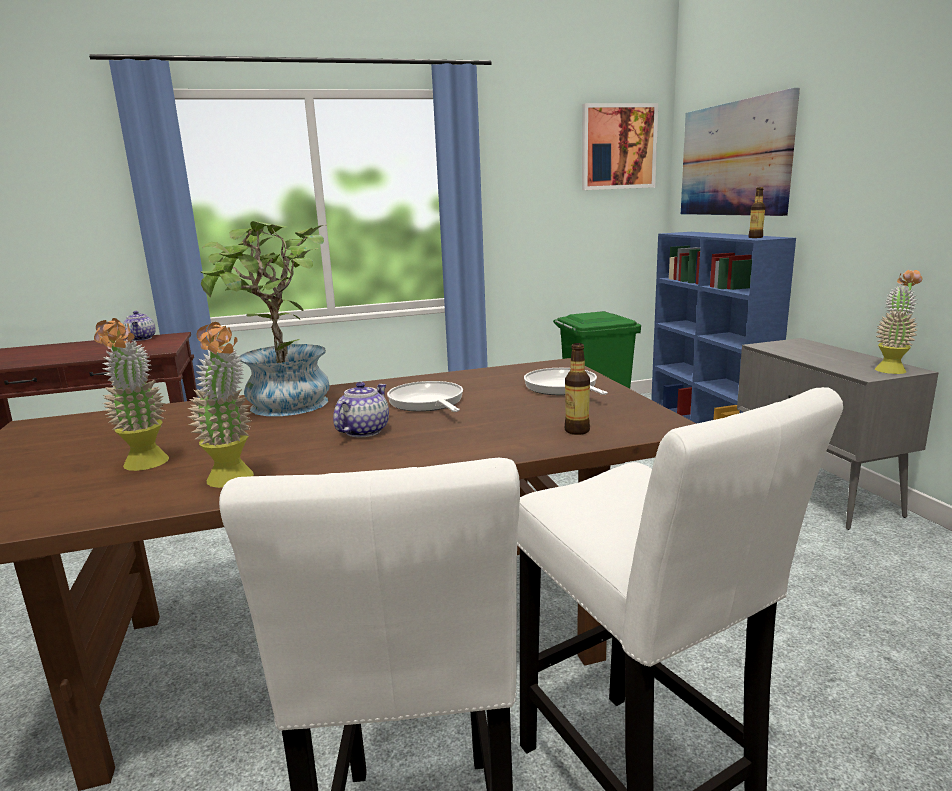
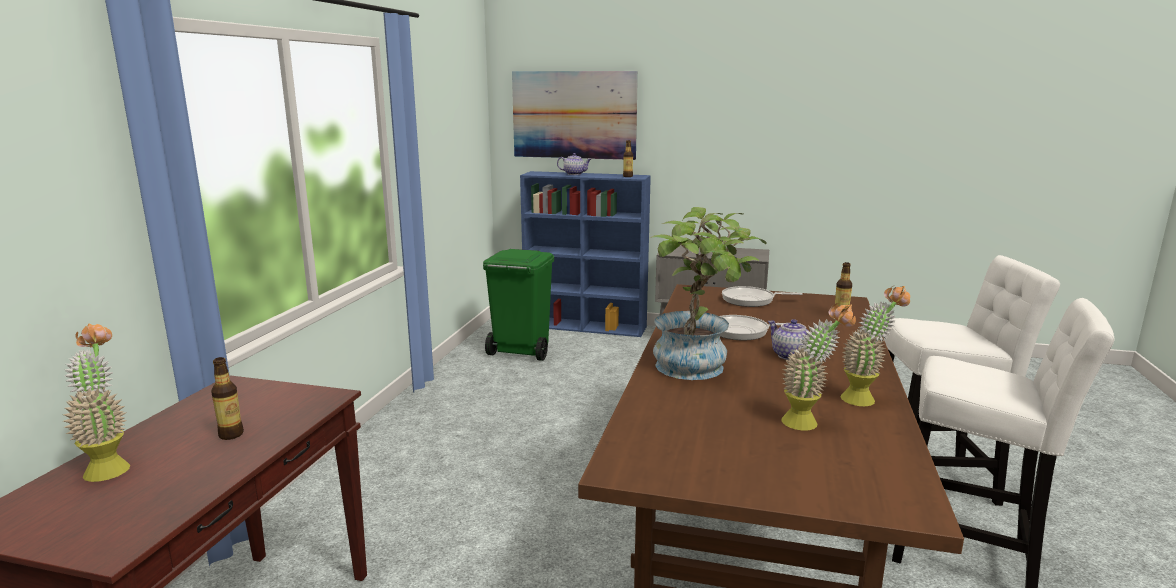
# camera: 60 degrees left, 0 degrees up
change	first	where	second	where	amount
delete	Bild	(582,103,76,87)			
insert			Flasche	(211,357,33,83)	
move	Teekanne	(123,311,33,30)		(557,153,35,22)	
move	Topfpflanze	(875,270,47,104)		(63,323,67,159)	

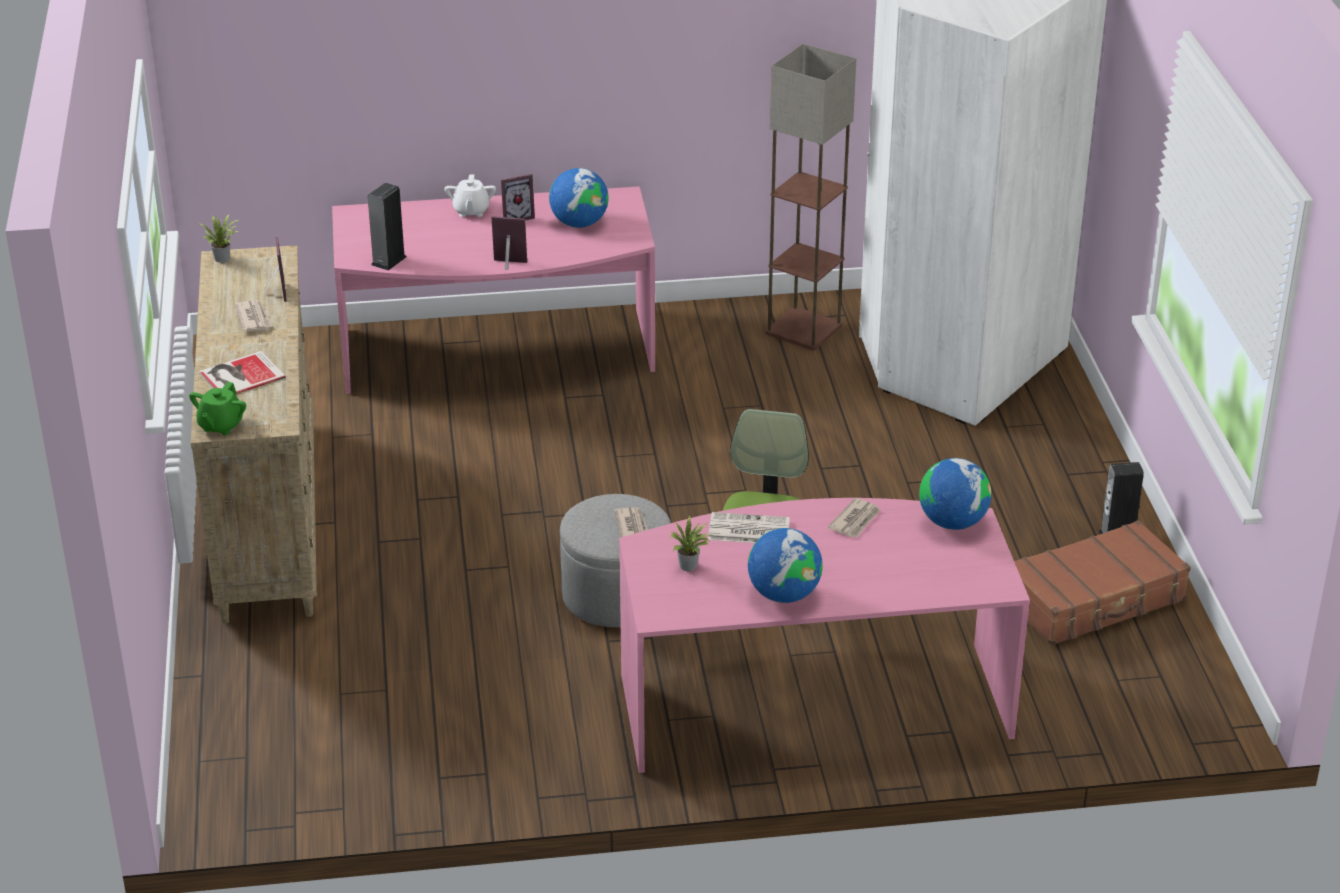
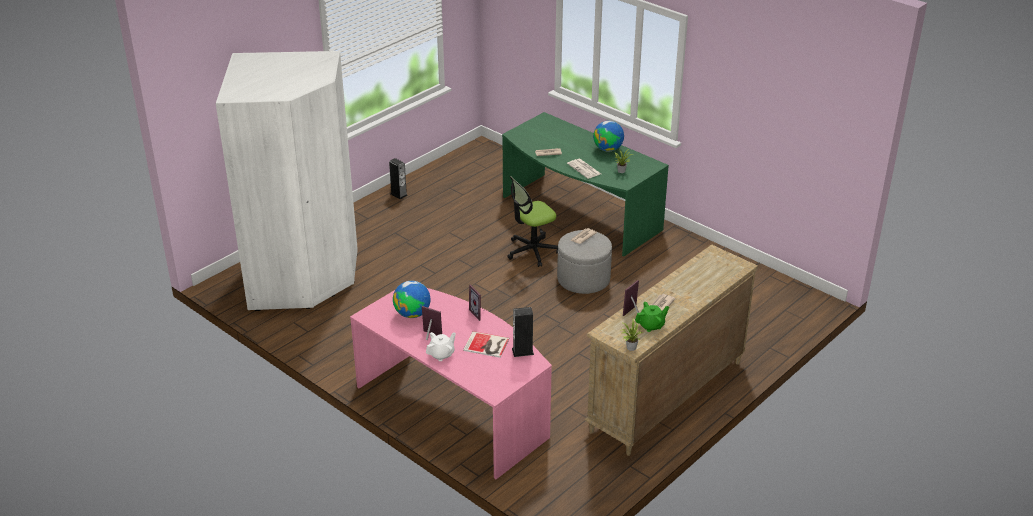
# camera: 130 degrees left, 0 degrees up
change	first	where	second	where	amount
delete	Stehlampe	(766,44,90,307)			
delete	Globus	(919,458,72,72)			
delete	Koffer [braun]	(1014,520,177,125)			
move	Teekanne [grün]	(189,382,57,53)		(635,302,34,30)	
move	Buch	(199,351,87,43)		(463,331,46,27)	
recolor	Schreibtisch [rosa]	(619,498,411,275)	Schreibtisch [grün]	(502,112,167,144)	

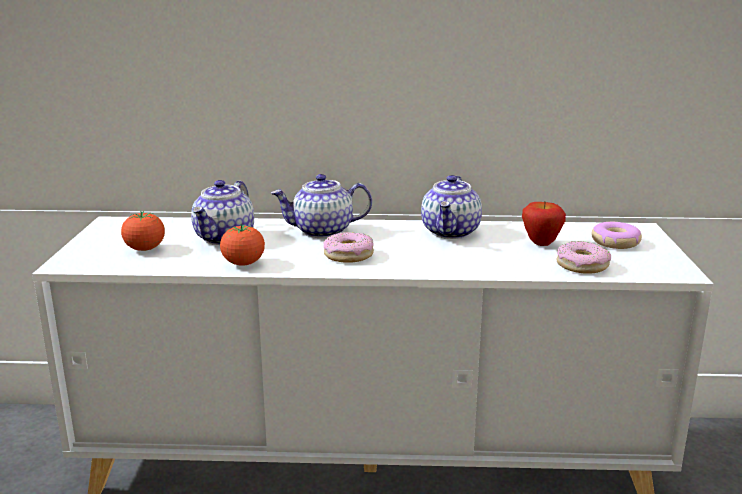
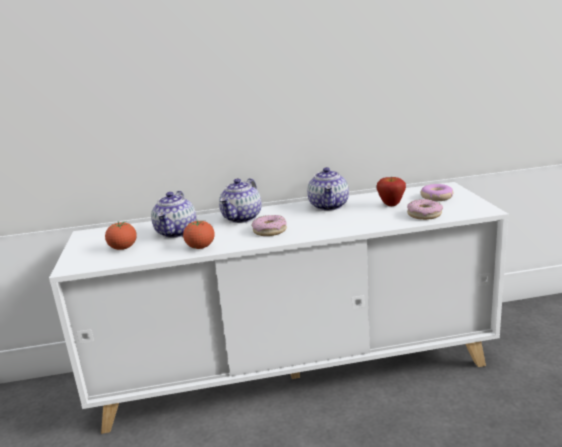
# camera: 10 degrees left, 0 degrees up
change	first	where	second	where	amount
rotate	Teekanne	(271,174,101,64)		(219,178,42,45)	45 degrees counterclockwise

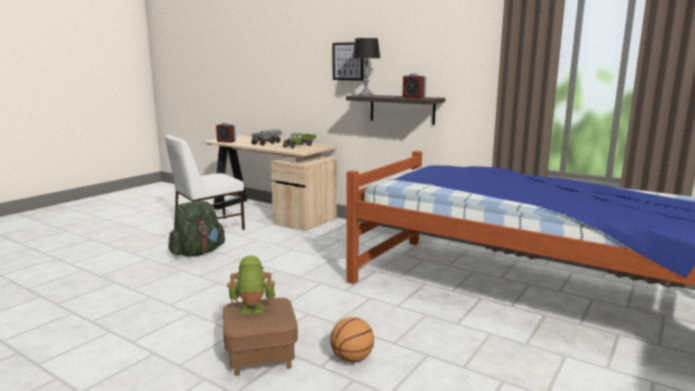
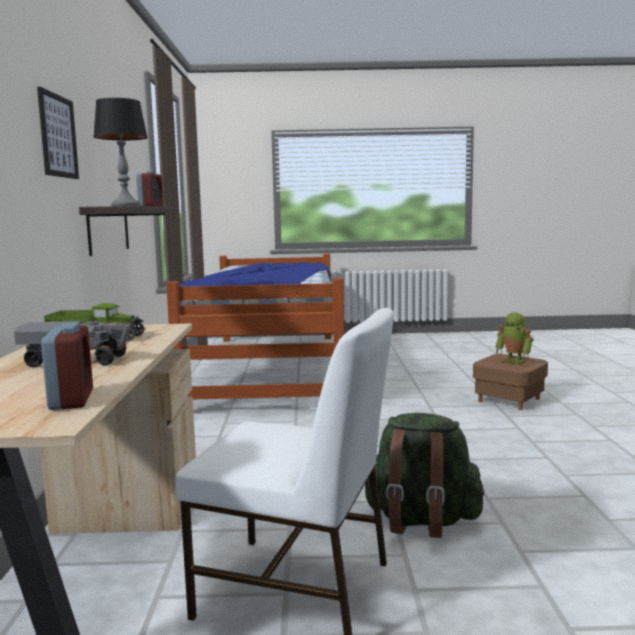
# camera: 125 degrees left, 5 degrees down
change	first	where	second	where	amount
delete	Basketball	(330,317,44,46)			

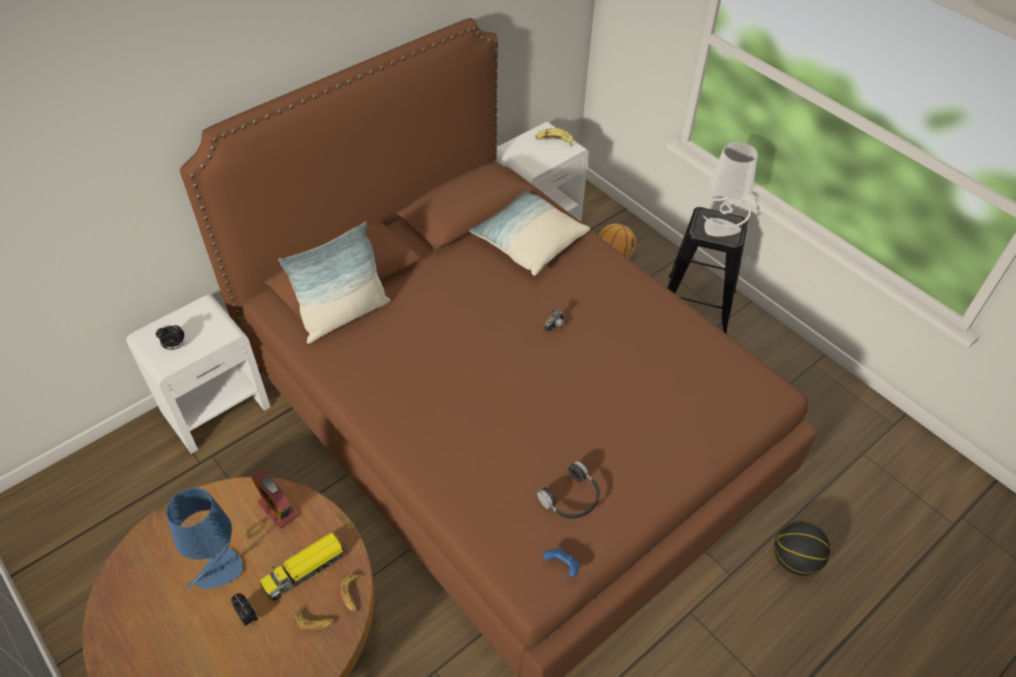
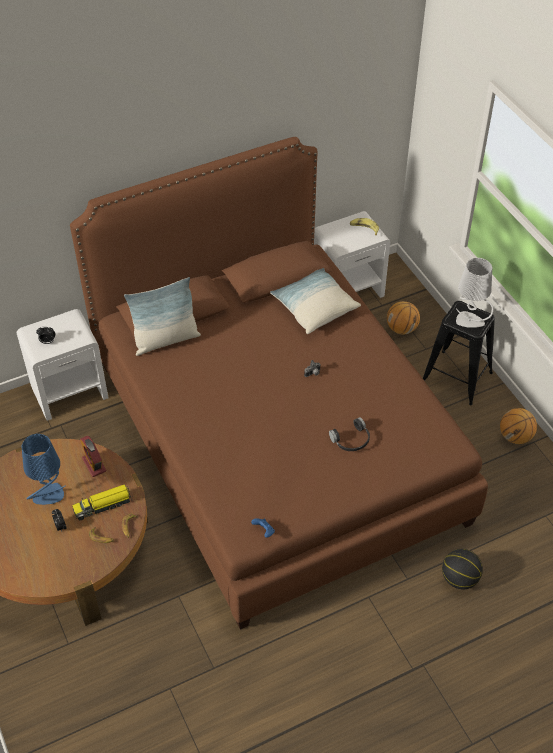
# camera: 15 degrees right, 0 degrees up
change	first	where	second	where	amount
insert			Basketball	(500,408,37,36)	
move	Kopfhörer [schwarz]	(537,461,63,58)		(329,417,41,34)	

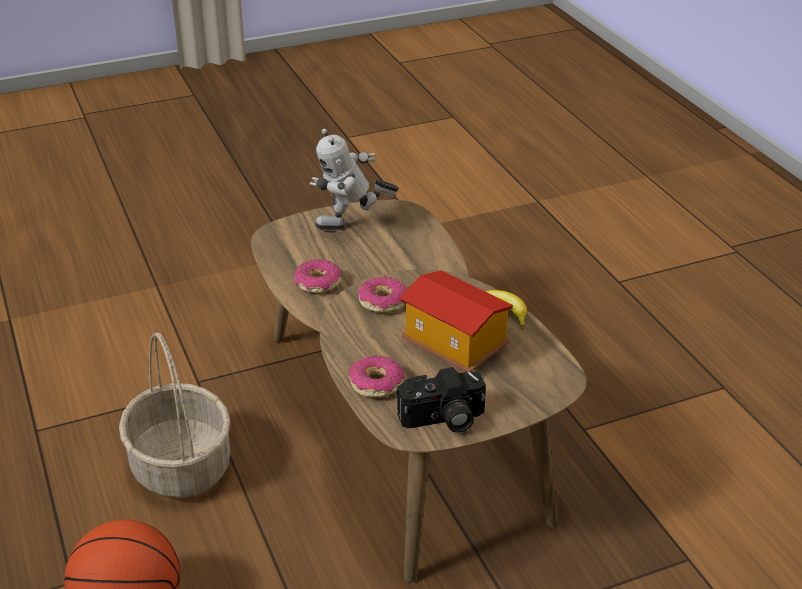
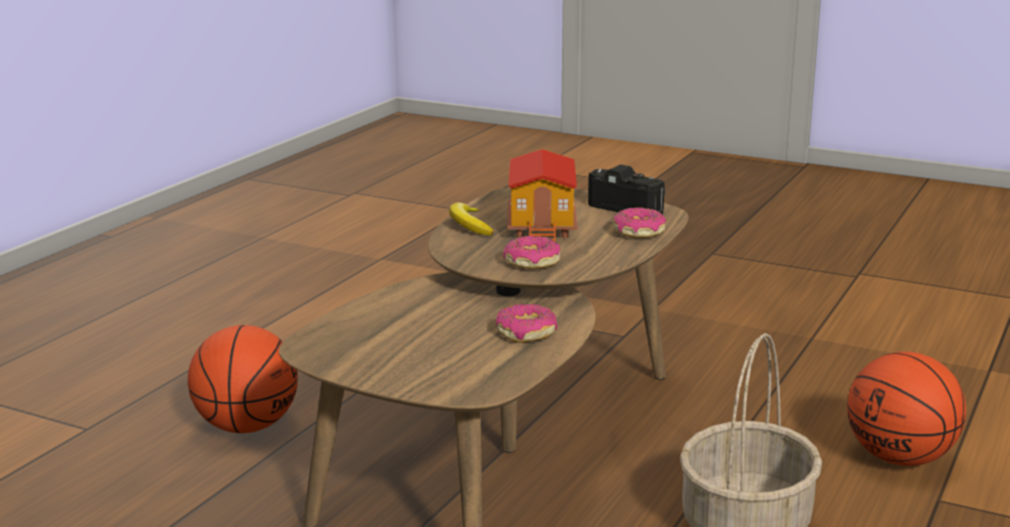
# camera: 130 degrees left, 15 degrees down
change	first	where	second	where	amount
delete	Spielzeugroboter	(310,129,89,101)			
insert			Basketball	(188,325,110,108)	

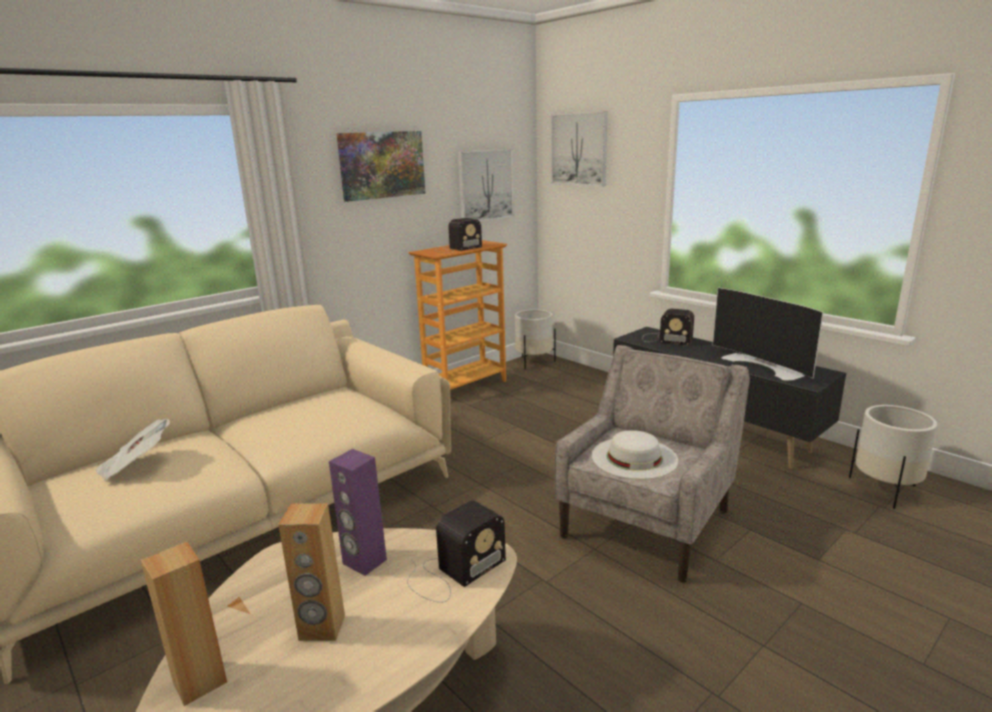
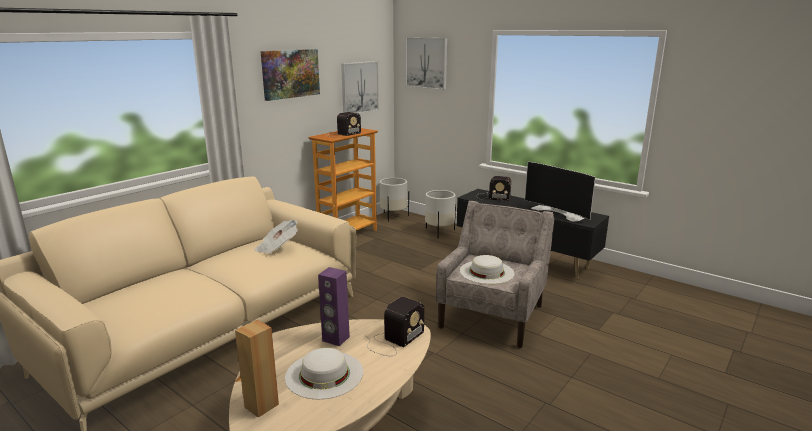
# camera: 10 degrees left, 0 degrees up
change	first	where	second	where	amount
move	Zeitung	(95,419,75,62)		(254,220,44,34)	
move	Pflanzkübel [weiß]	(849,405,88,104)		(425,190,31,47)	
replace	Lautsprecher [braun]	(278,503,67,138)	Hut [weiß]	(285,348,78,51)	

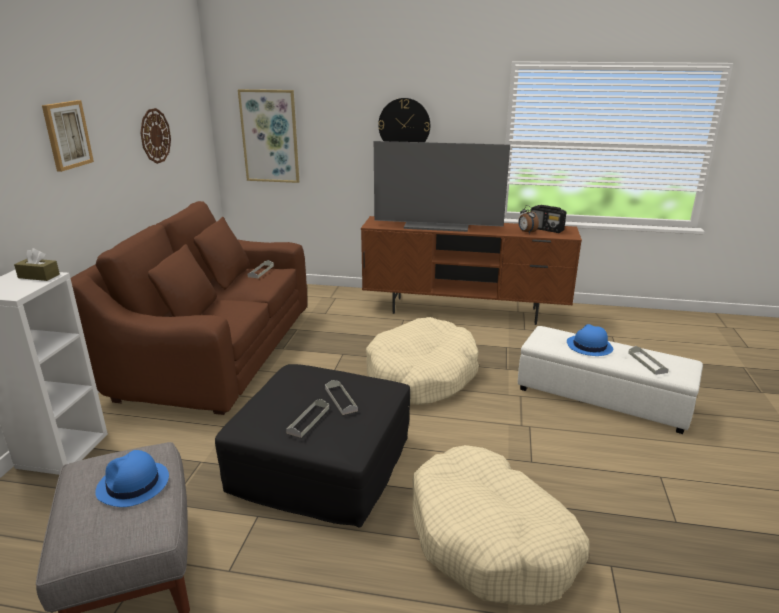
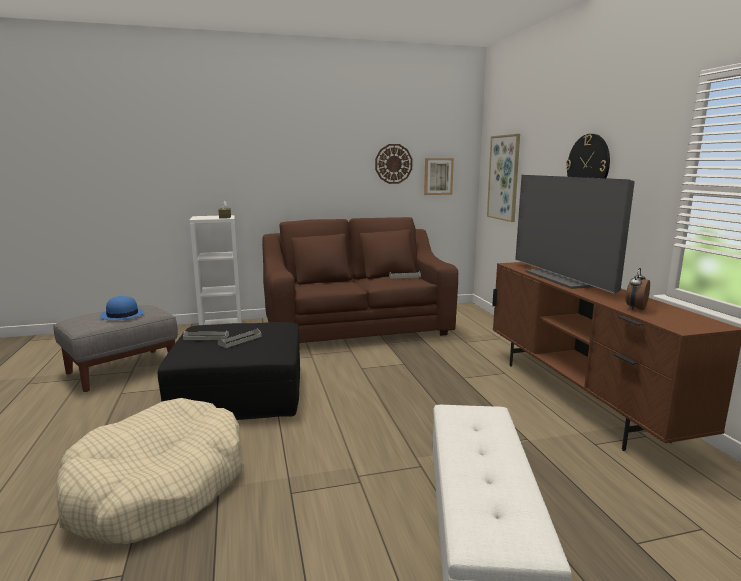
# camera: 65 degrees right, 10 degrees down
change	first	where	second	where	amount
delete	Hundebett [beige]	(366,317,113,88)			
delete	Radio	(532,205,34,28)			
delete	Hut [blau]	(567,324,47,32)			
delete	Tablett [grau]	(628,346,41,29)			
move	Bild	(42,100,52,72)		(424,158,30,37)	

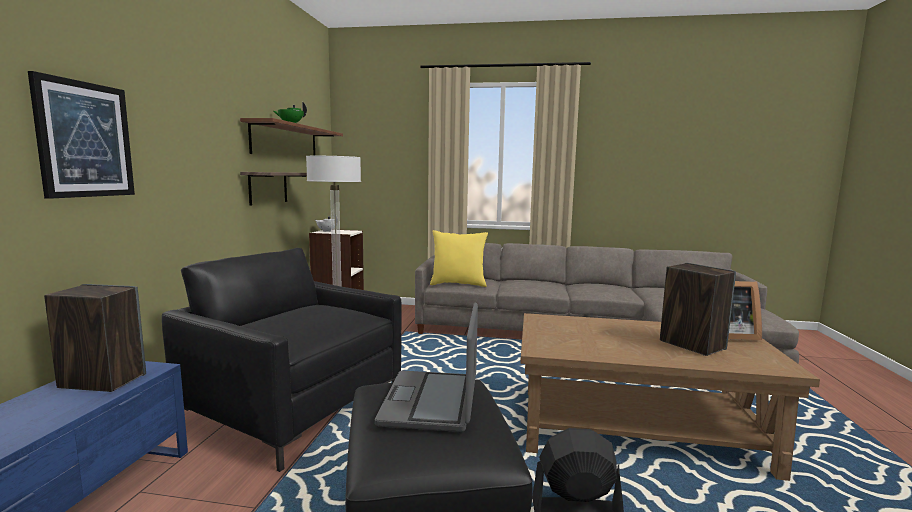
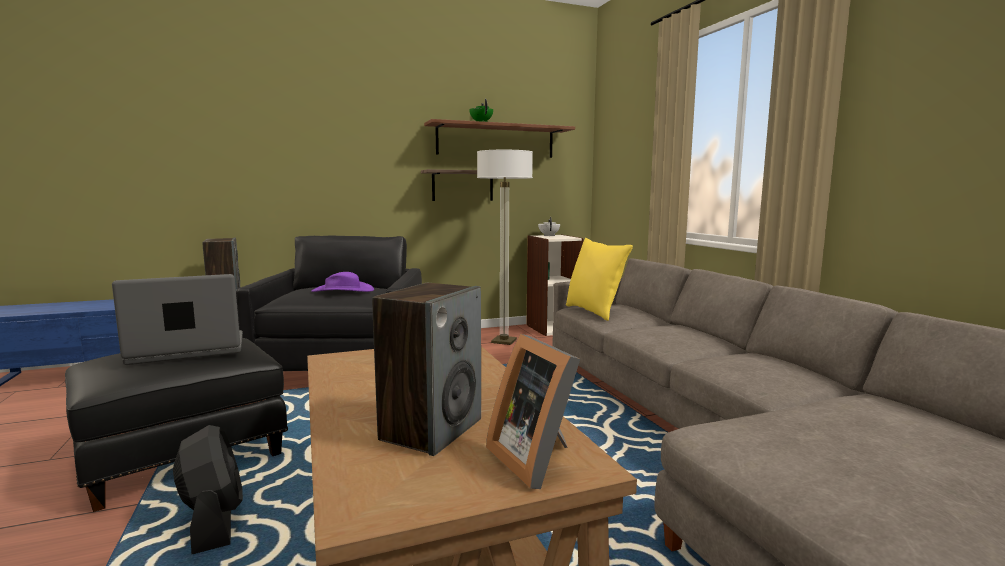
# camera: 60 degrees right, 0 degrees up
change	first	where	second	where	amount
delete	Bild	(28,71,107,128)			
insert			Hut [lila]	(311,272,63,20)	

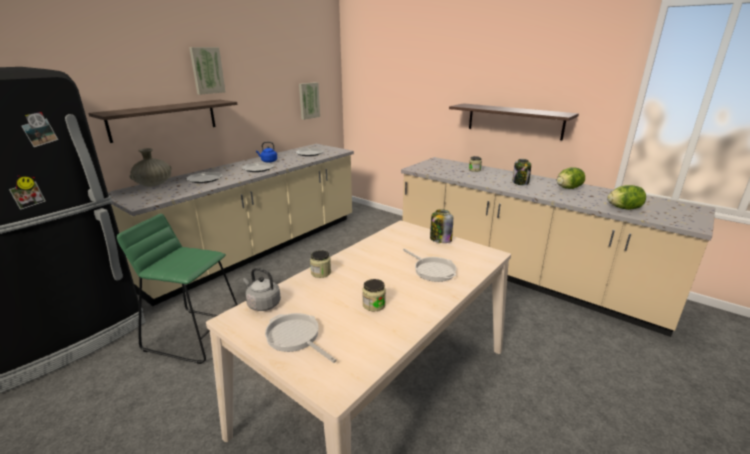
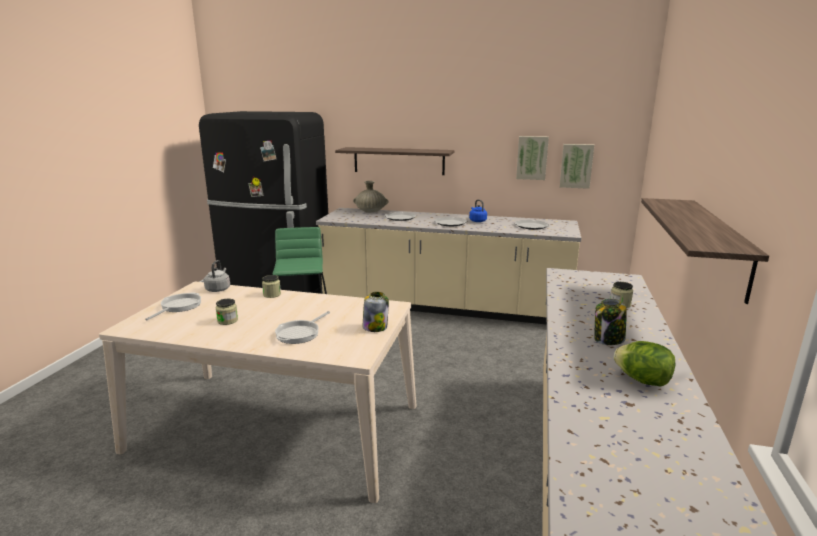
# camera: 65 degrees right, 5 degrees down
change	first	where	second	where	amount
delete	Salatkopf	(607,185,39,25)			
move	Bild	(189,47,37,48)		(516,136,33,44)	

